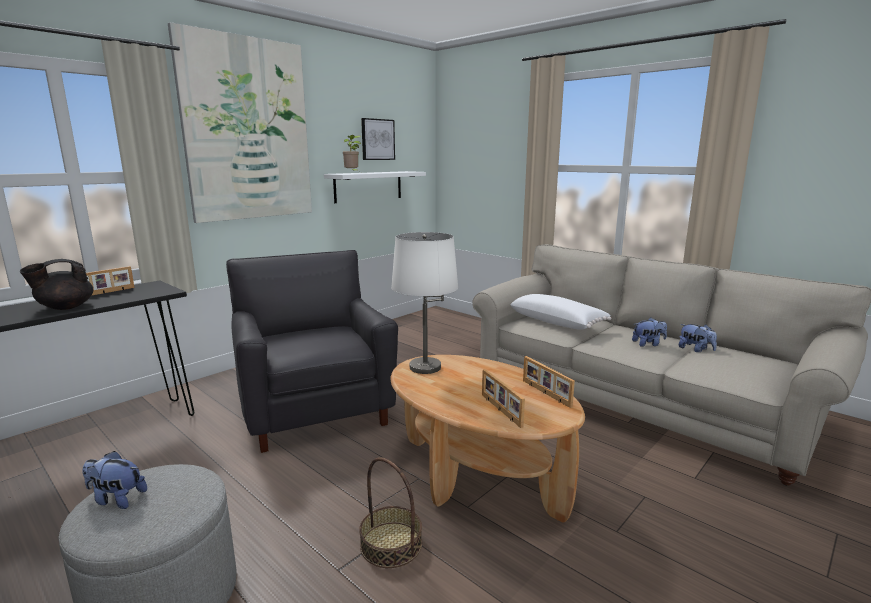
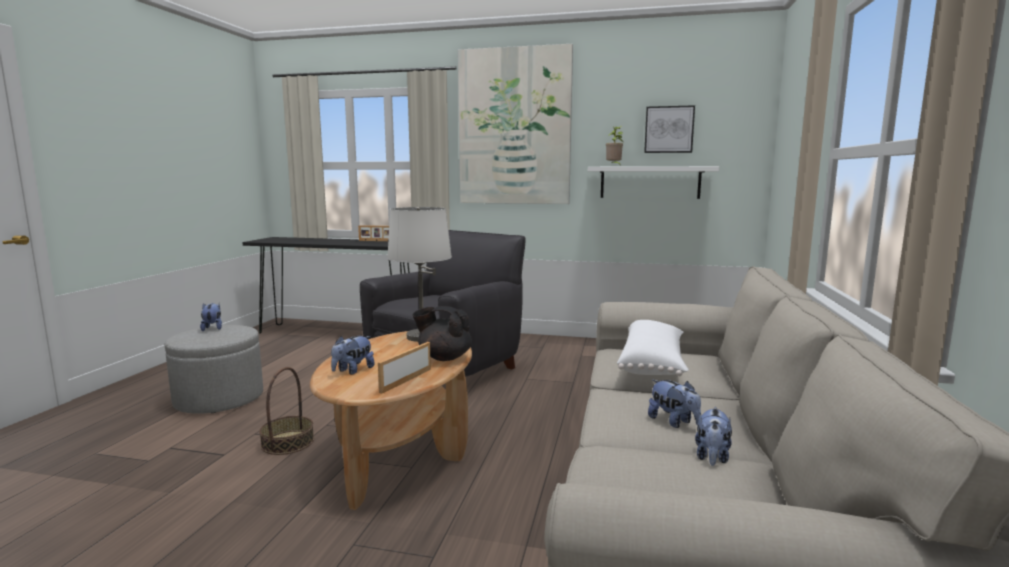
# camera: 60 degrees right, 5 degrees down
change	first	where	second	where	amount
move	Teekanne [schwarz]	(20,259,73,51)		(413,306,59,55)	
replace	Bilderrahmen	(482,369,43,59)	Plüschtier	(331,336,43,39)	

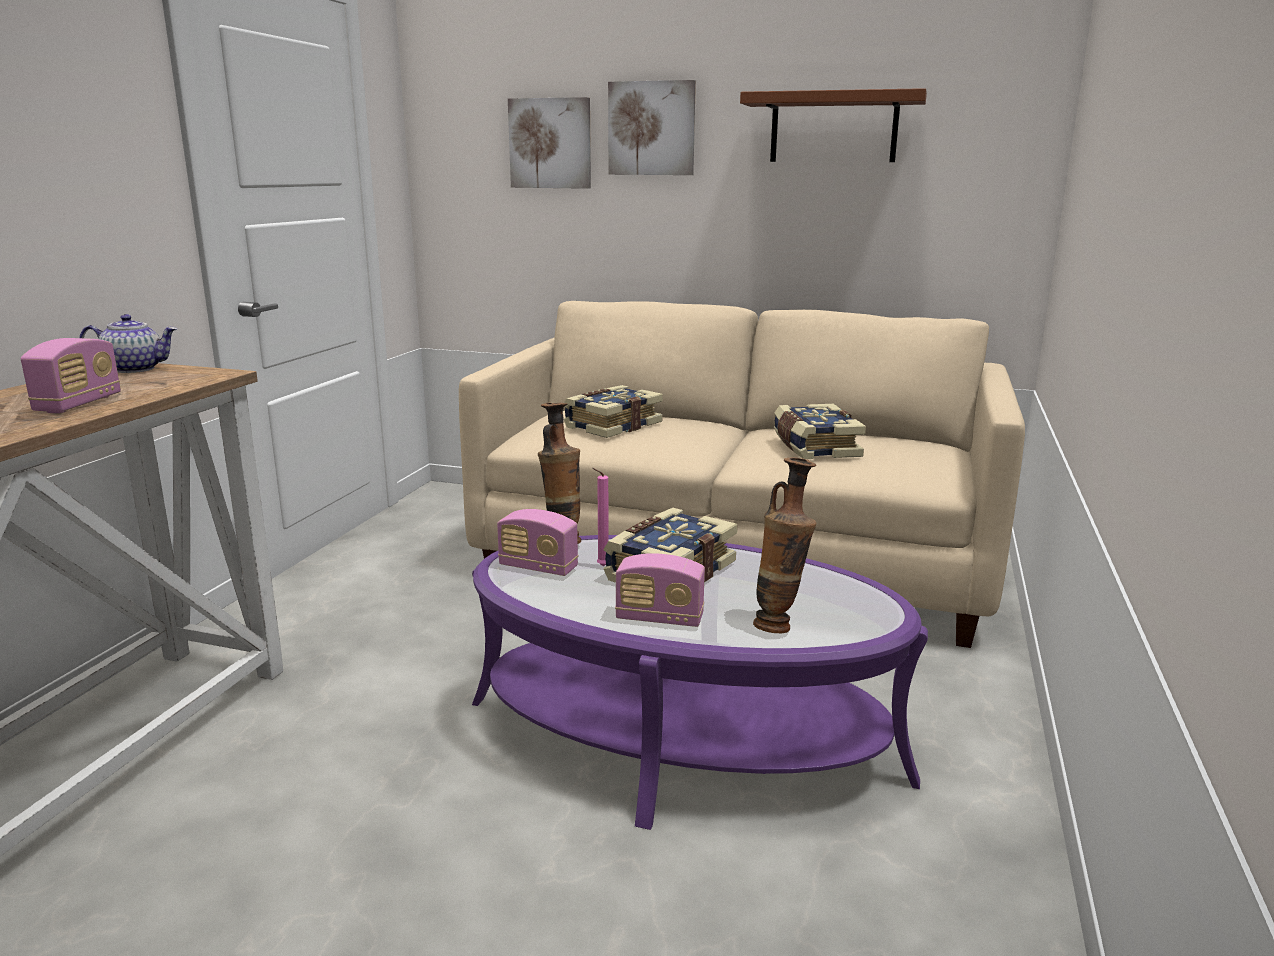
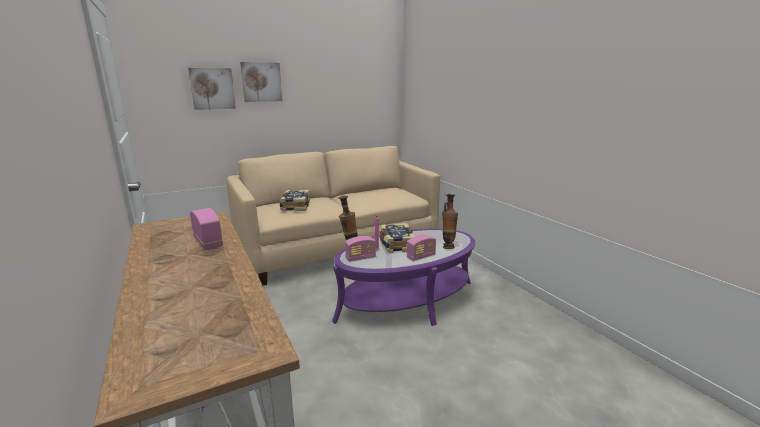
# camera: 45 degrees left, 0 degrees up
change	first	where	second	where	amount
delete	Teekanne	(79,314,98,59)			
delete	Wandregal [braun]	(740,88,187,74)			
delete	Buch	(774,404,92,55)			

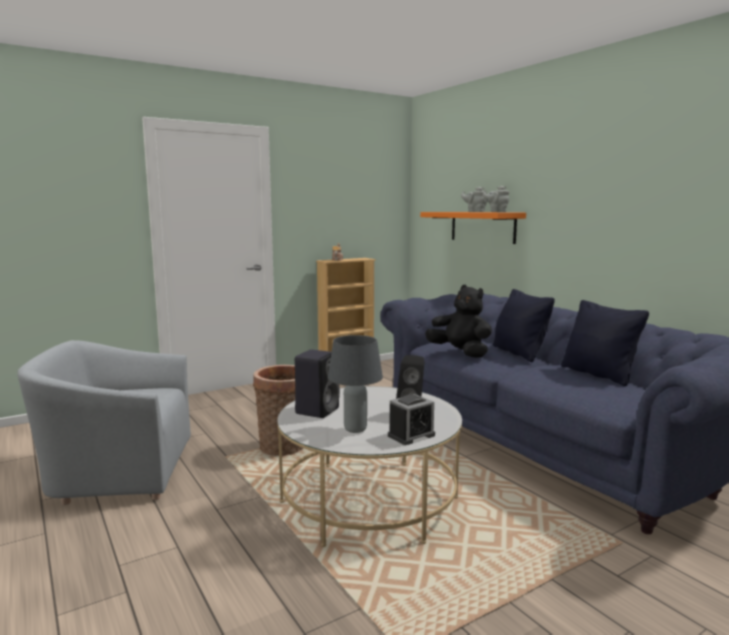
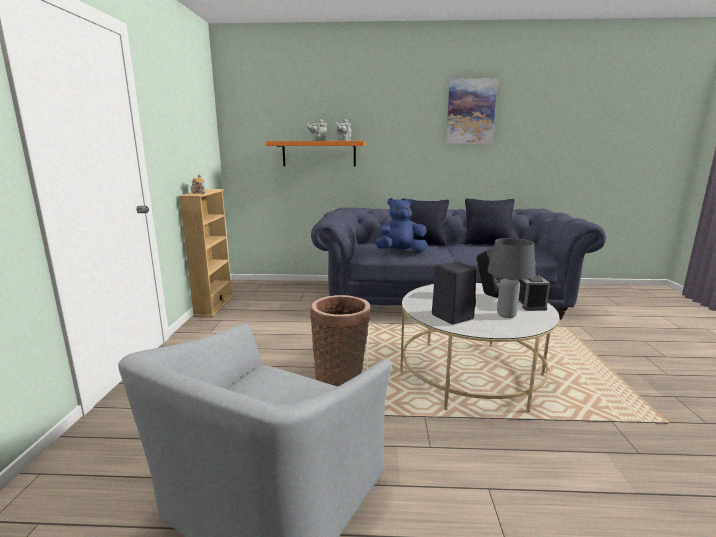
# camera: 55 degrees left, 5 degrees up
change	first	where	second	where	amount
insert			Bild	(446,79,52,65)	
recolor	Plüschtier [schwarz]	(425,285,67,73)	Plüschtier [blau]	(375,198,52,54)	

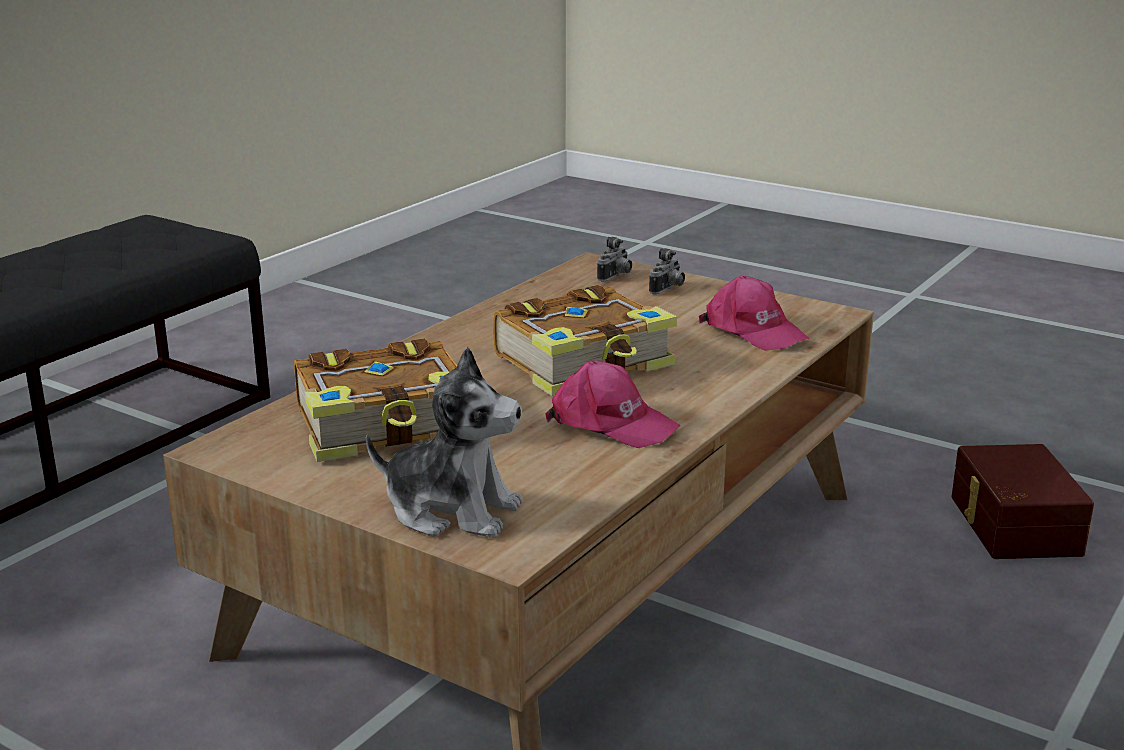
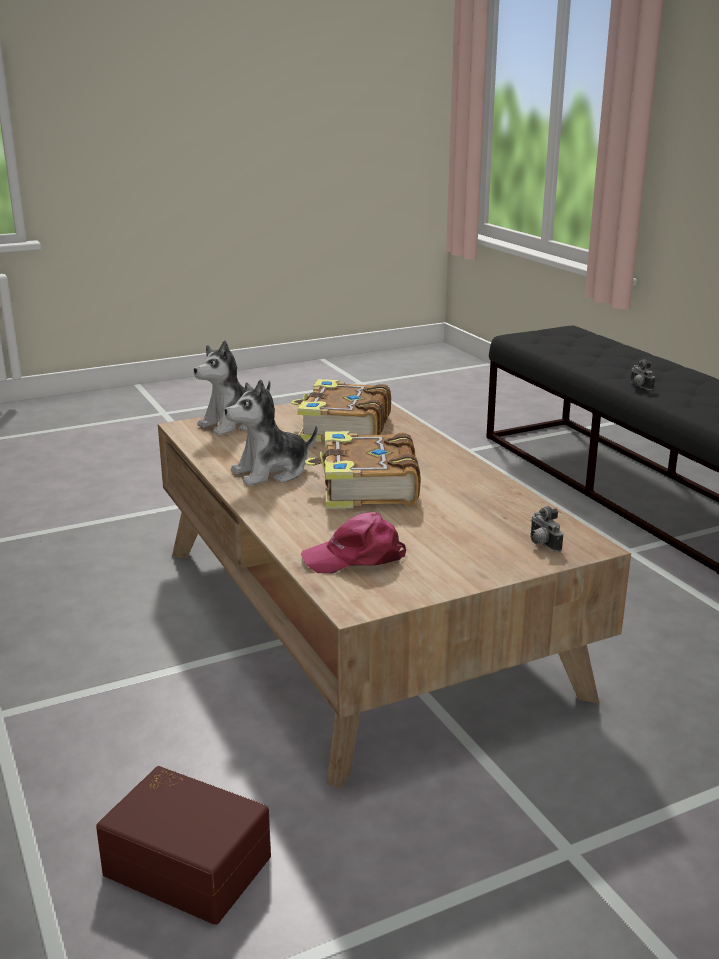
# camera: 120 degrees right, 0 degrees up
change	first	where	second	where	amount
move	Kamera	(649,248,36,46)		(630,359,25,31)	
replace	Kappe [rosa]	(546,360,134,88)	Plüschtier	(225,379,92,107)	

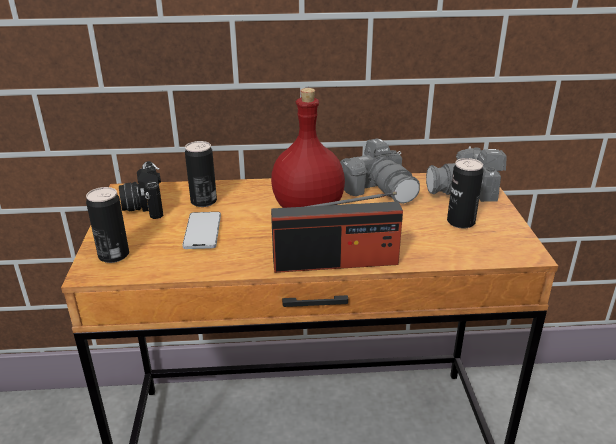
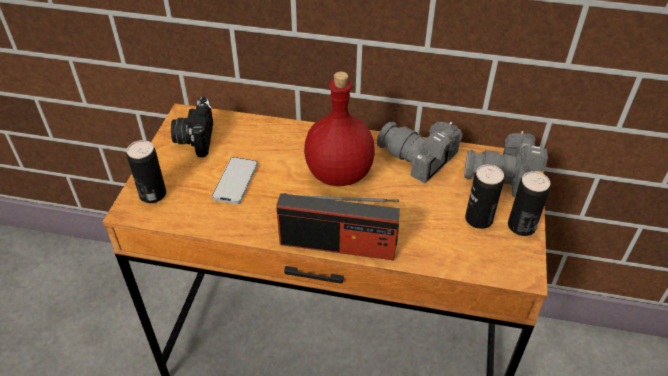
# camera: 15 degrees right, 15 degrees up
change	first	where	second	where	amount
move	Dose	(185,141,32,66)		(508,171,42,65)	
rotate	Kamera	(340,138,80,66)		(377,122,86,61)	135 degrees clockwise

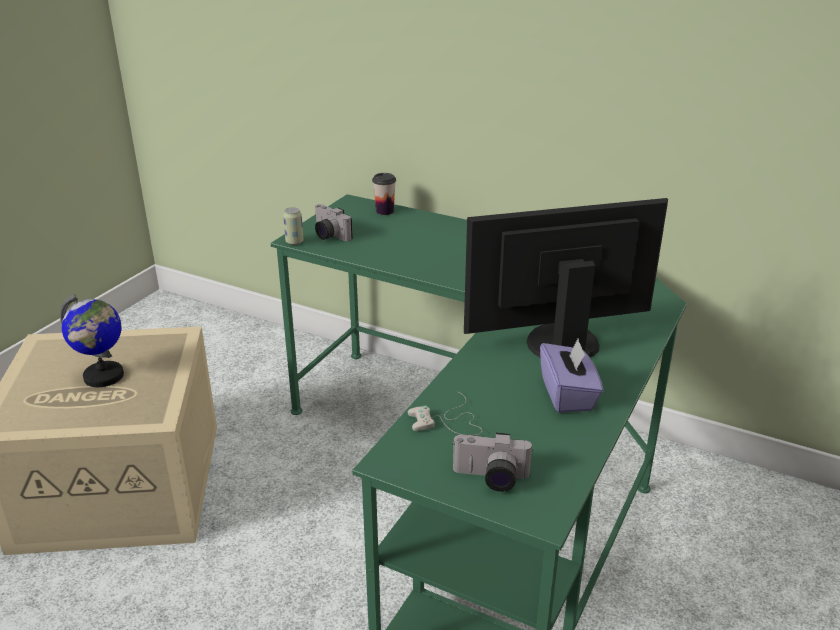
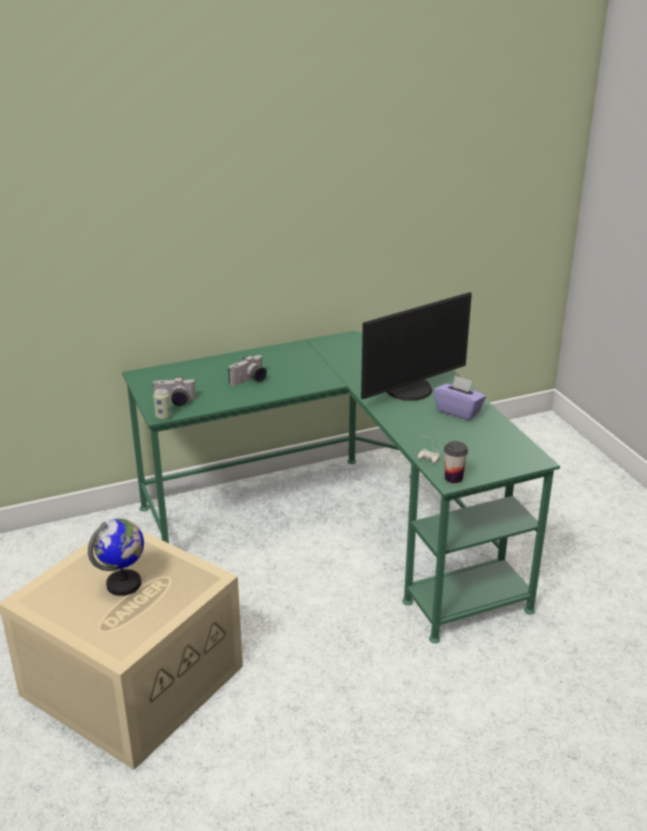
# camera: 50 degrees left, 0 degrees up
change	first	where	second	where	amount
move	Tasse	(372,173,24,42)		(444,441,24,42)	
move	Kamera	(452,433,81,59)		(228,355,39,31)	
rotate	Monitor	(464,198,204,159)		(361,292,111,109)	150 degrees counterclockwise

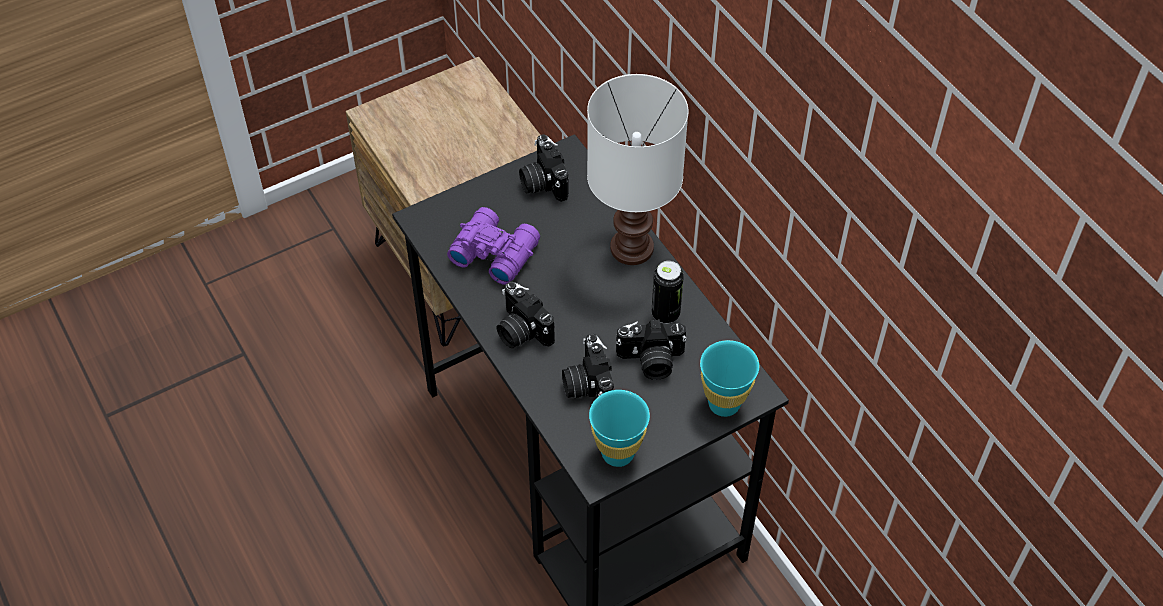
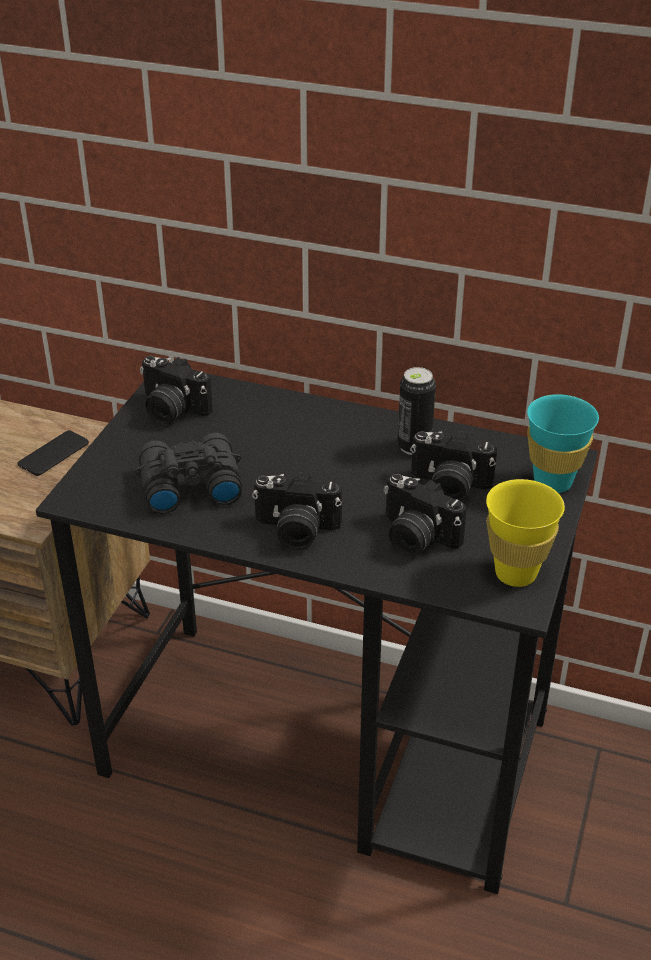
# camera: 40 degrees left, 15 degrees down
change	first	where	second	where	amount
delete	Tischlampe [weiß]	(587,74,101,191)			
insert			Handy	(18,430,71,46)	
recolor	Fernglas [lila]	(447,207,93,78)	Fernglas [schwarz]	(135,433,107,81)	
recolor	Tasse [türkis]	(589,390,61,77)	Tasse [gelb]	(486,479,79,108)	
rotate	Kamera	(616,319,71,61)		(410,429,87,73)	60 degrees clockwise

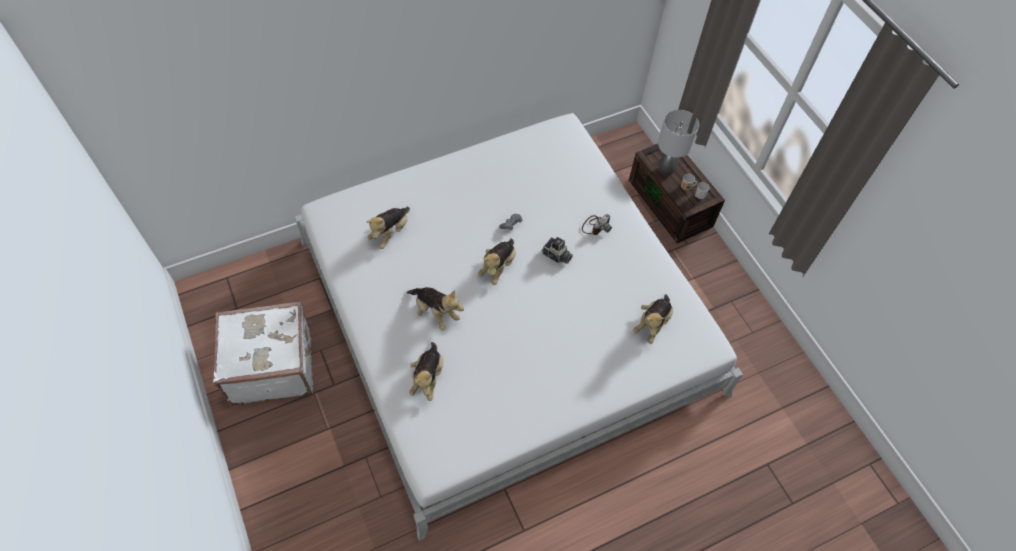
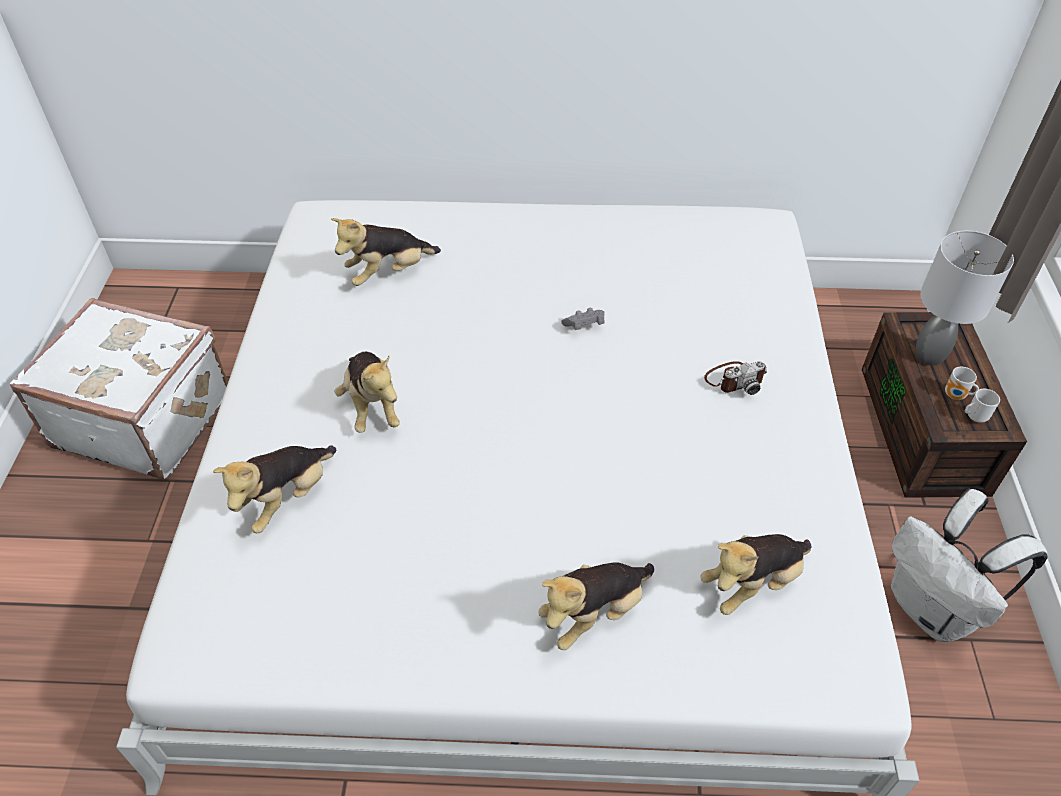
# camera: 30 degrees right, 10 degrees down
change	first	where	second	where	amount
delete	Kamera	(541,237,32,27)			
insert			Rucksack [weiß]	(891,489,157,153)	
move	Plüschtier	(478,238,38,47)		(538,562,116,88)	

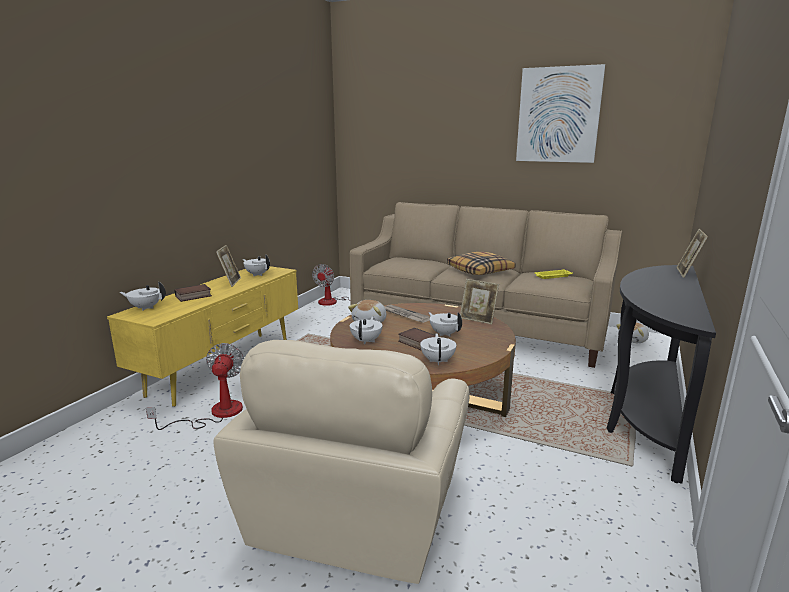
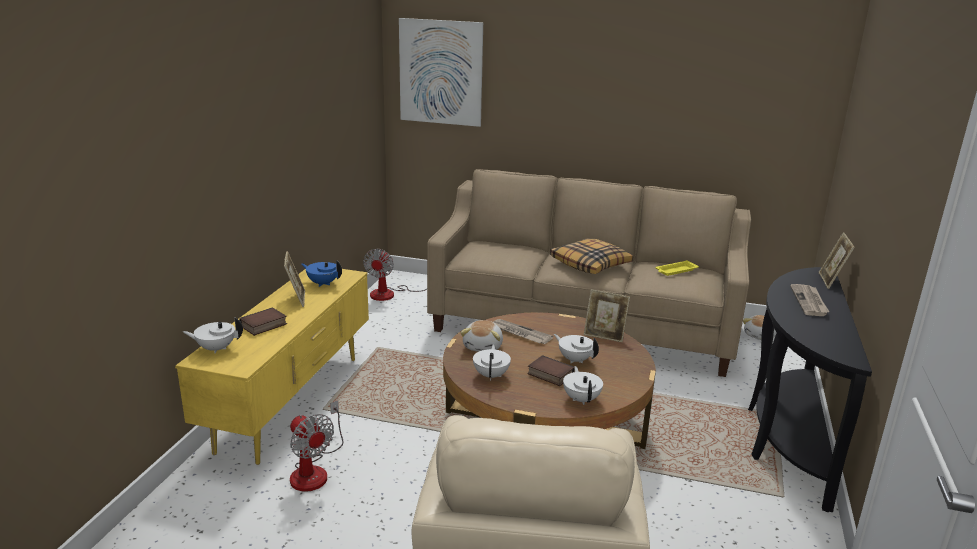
# camera: 10 degrees left, 5 degrees up
change	first	where	second	where	amount
insert			Zeitung	(790,284,39,32)	
move	Bild	(516,64,89,99)		(399,18,84,109)	
recolor	Teekanne [weiß]	(243,255,27,21)	Teekanne [blau]	(301,260,41,27)	
rotate	Ventilator	(146,343,98,87)		(290,400,53,92)	150 degrees clockwise

